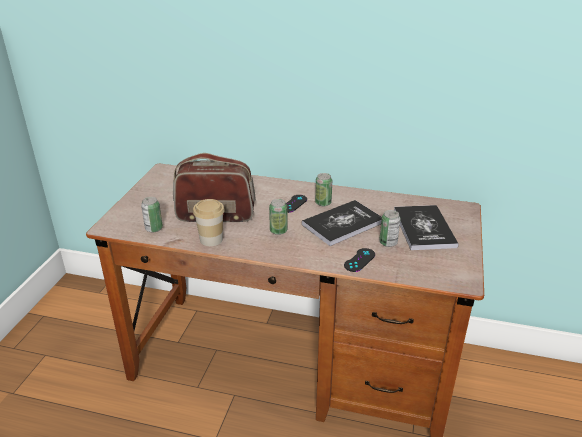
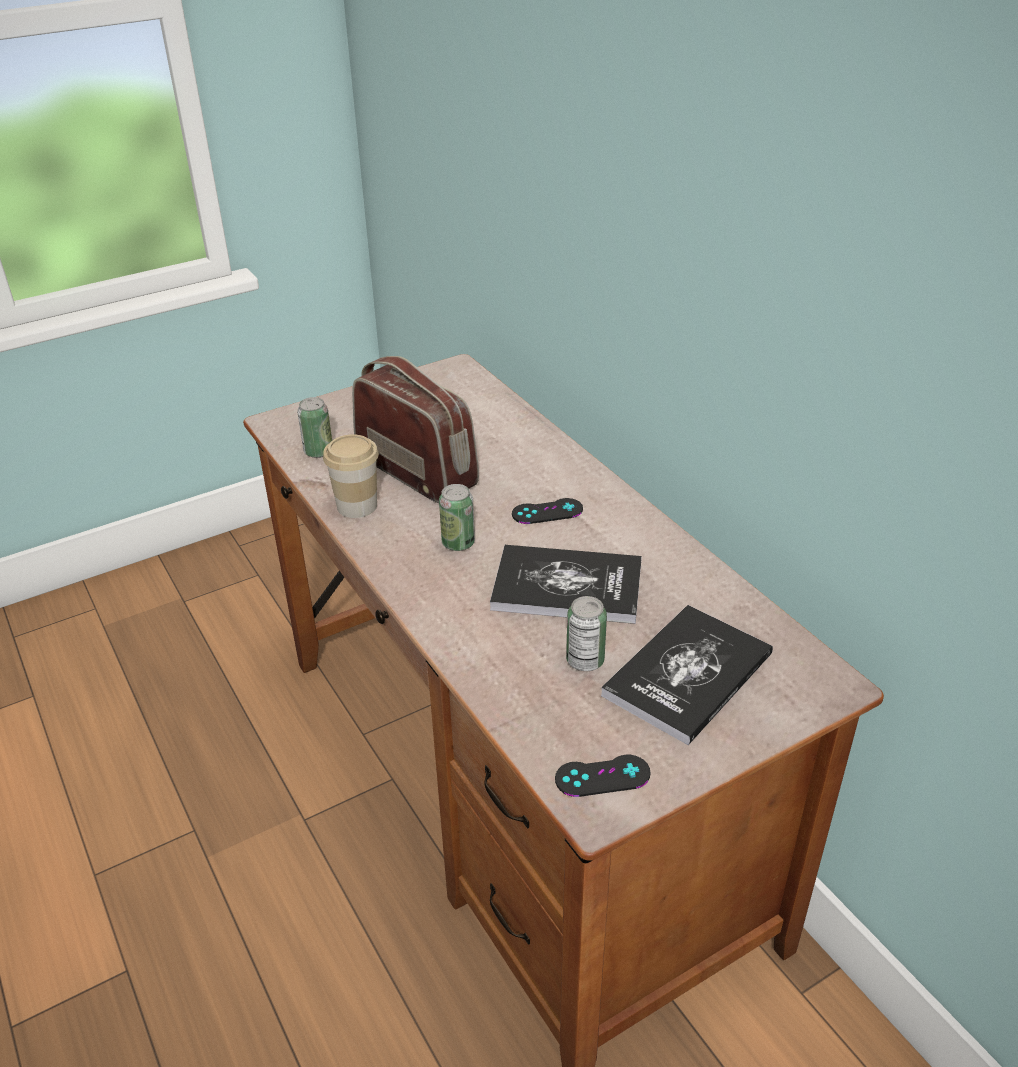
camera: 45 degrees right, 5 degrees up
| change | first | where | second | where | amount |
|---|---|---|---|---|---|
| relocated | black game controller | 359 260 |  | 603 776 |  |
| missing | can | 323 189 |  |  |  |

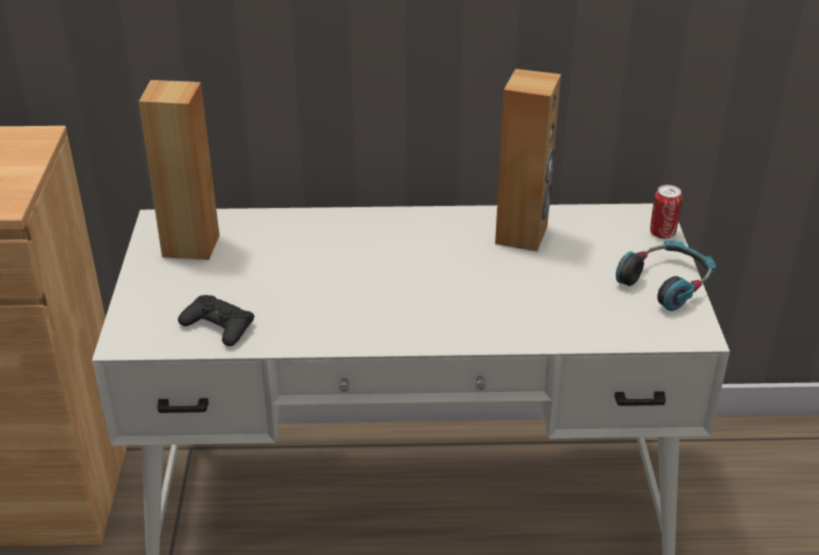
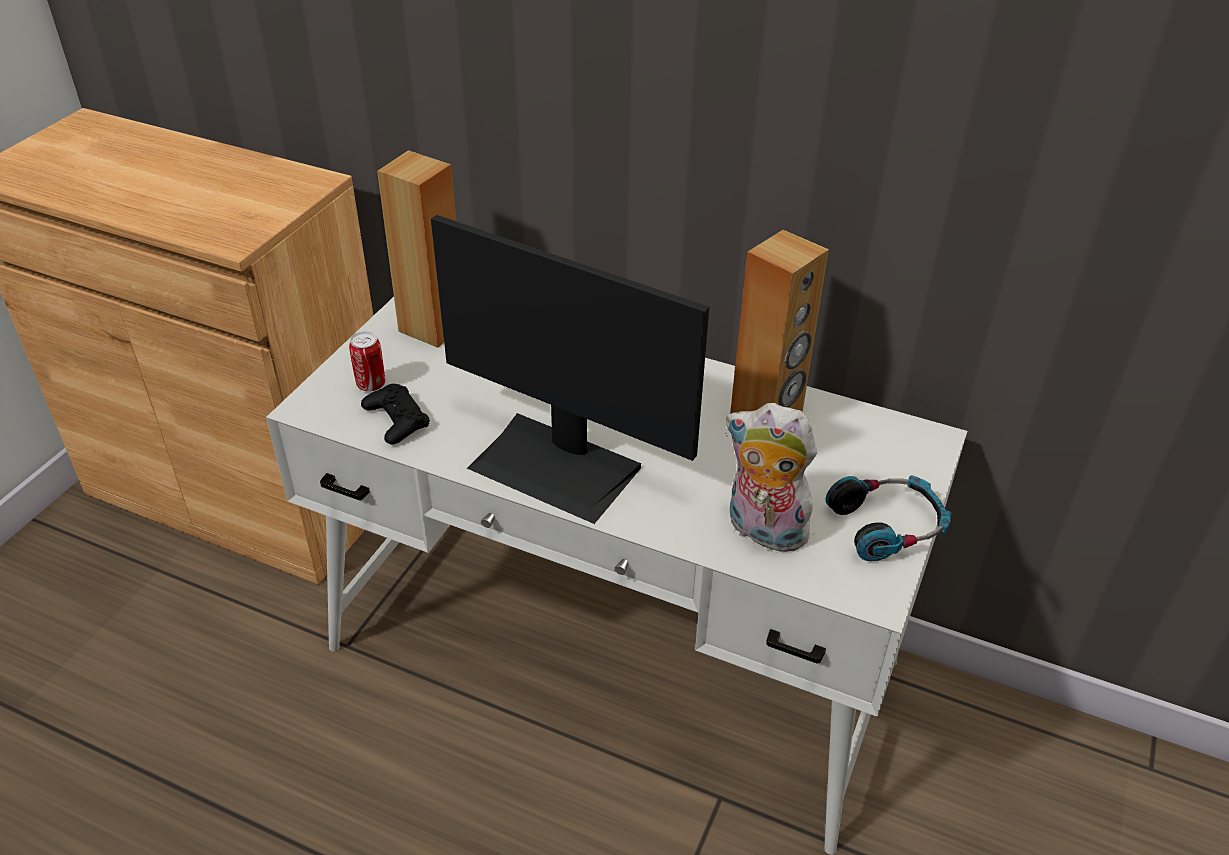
camera: 25 degrees right, 5 degrees up
| change | first | where | second | where | amount |
|---|---|---|---|---|---|
| relocated | can | 666 212 |  | 367 362 |  |
| appeared |  |  | monitor | 570 369 |  |
| appeared |  |  | plush toy | 772 477 |  |

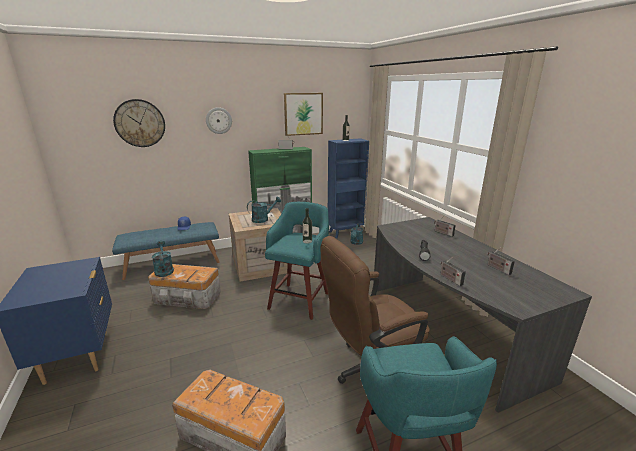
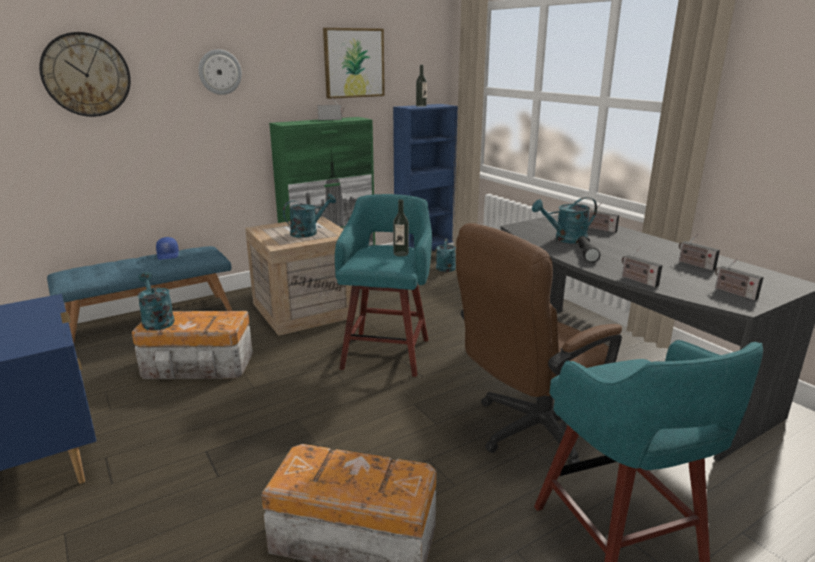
camera: 10 degrees left, 0 degrees up
| change | first | where | second | where | amount |
|---|---|---|---|---|---|
| appeared |  |  | turquoise watering can | 564 220 |  |
| appeared |  |  | radio | 739 279 |  |

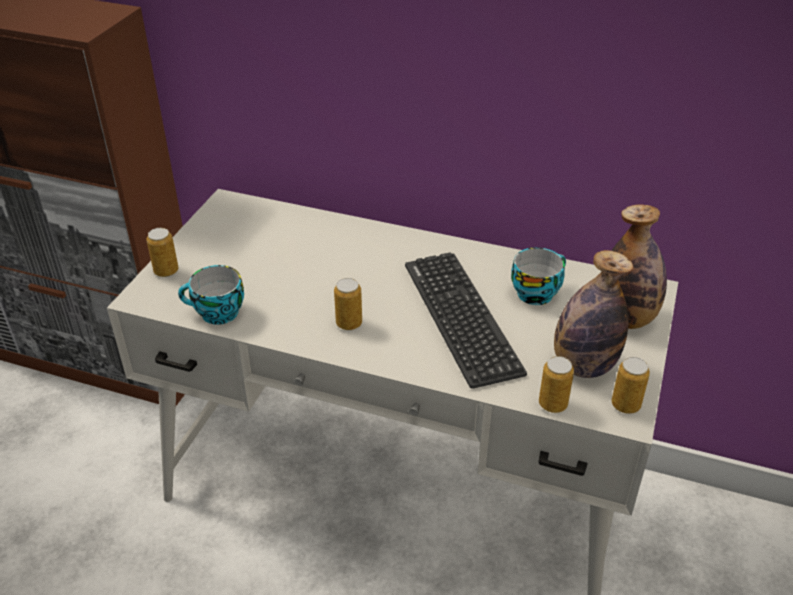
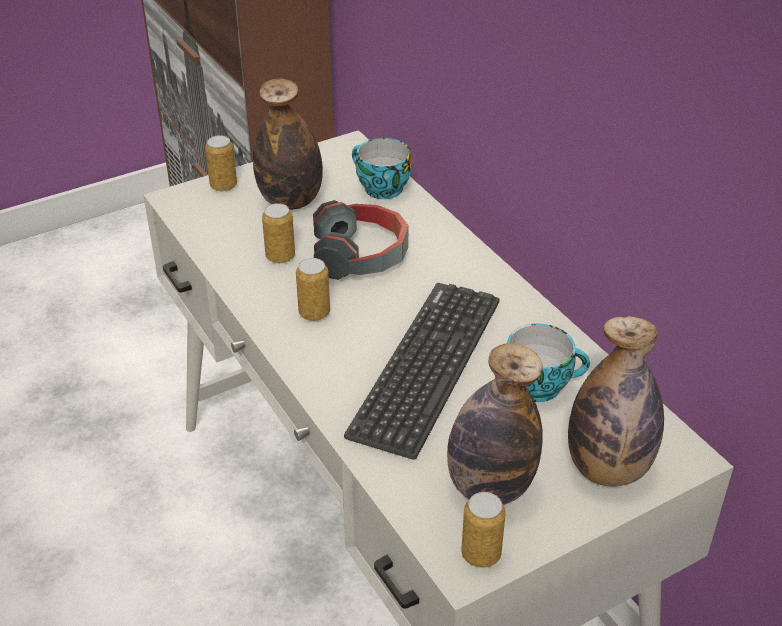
camera: 40 degrees right, 0 degrees up
| change | first | where | second | where | amount |
|---|---|---|---|---|---|
| appeared |  |  | bottle | 288 144 |  |
| relocated | can | 556 384 |  | 278 233 |  |
| appeared |  |  | headphones | 361 240 |  |
| relocated | cup | 211 295 |  | 382 168 |  |

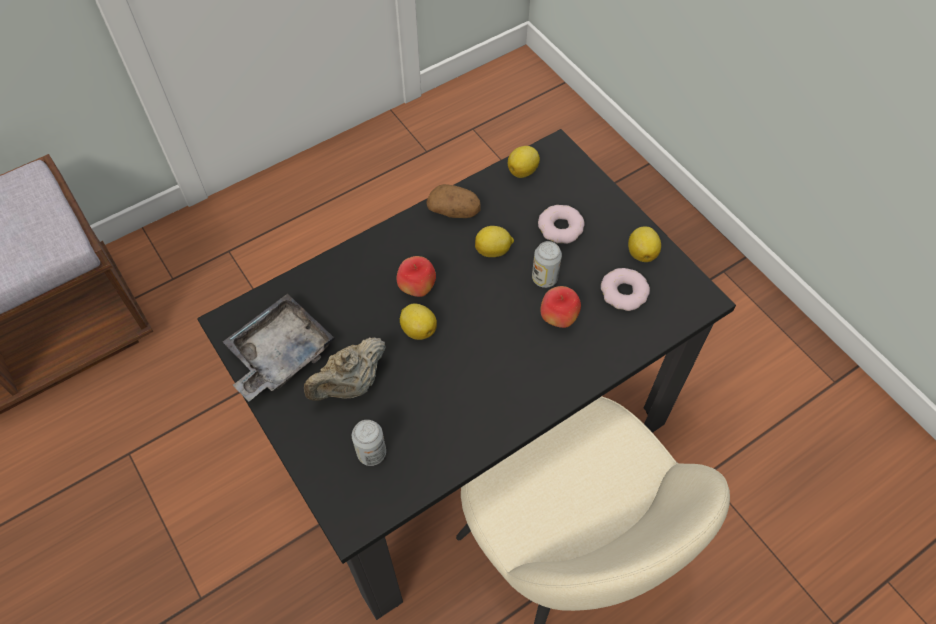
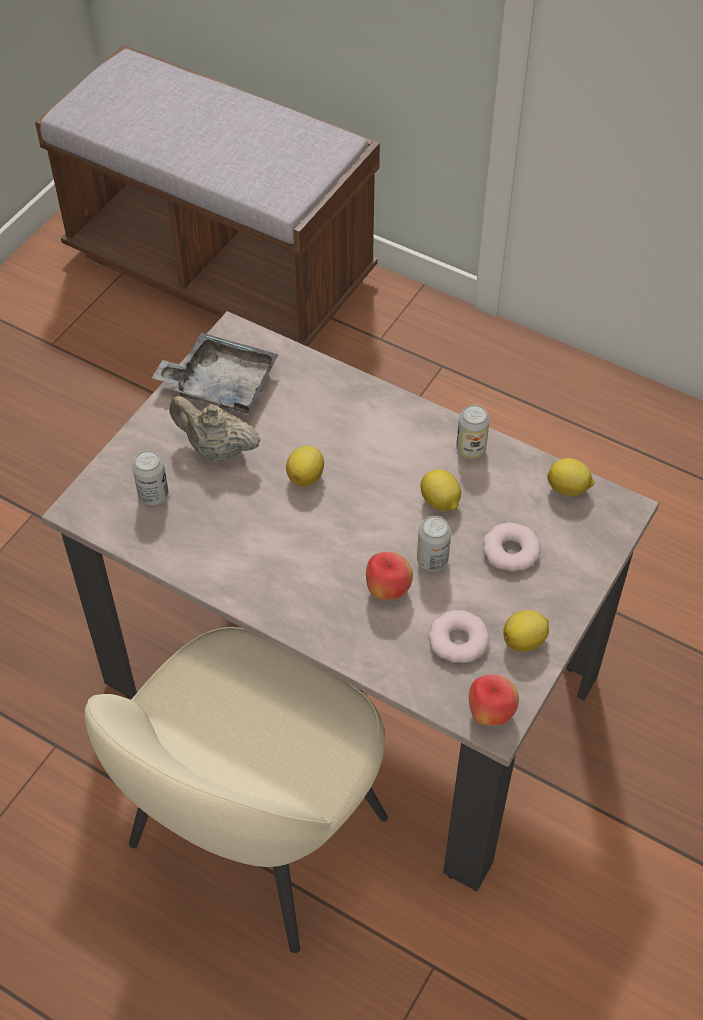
camera: 65 degrees right, 5 degrees down
| change | first | where | second | where | amount |
|---|---|---|---|---|---|
| colour | black dining table | 466 374 | beige dining table | 350 601 |  |
| exchanged | potato | 453 201 | can | 473 432 |  |
| relocated | apple | 416 276 |  | 494 700 |  |

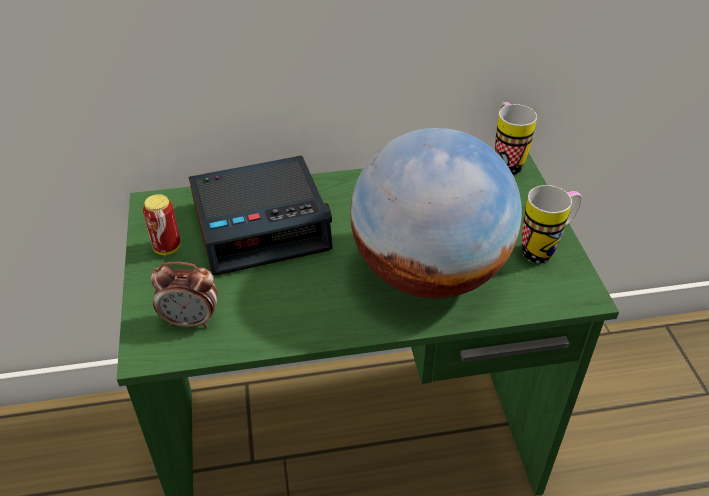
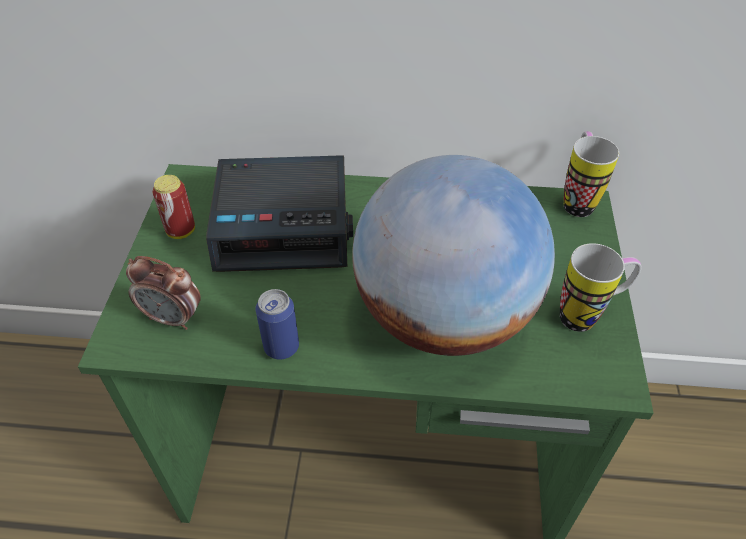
camera: 15 degrees right, 5 degrees up
| change | first | where | second | where | amount |
|---|---|---|---|---|---|
| appeared |  |  | can | 277 324 |  |

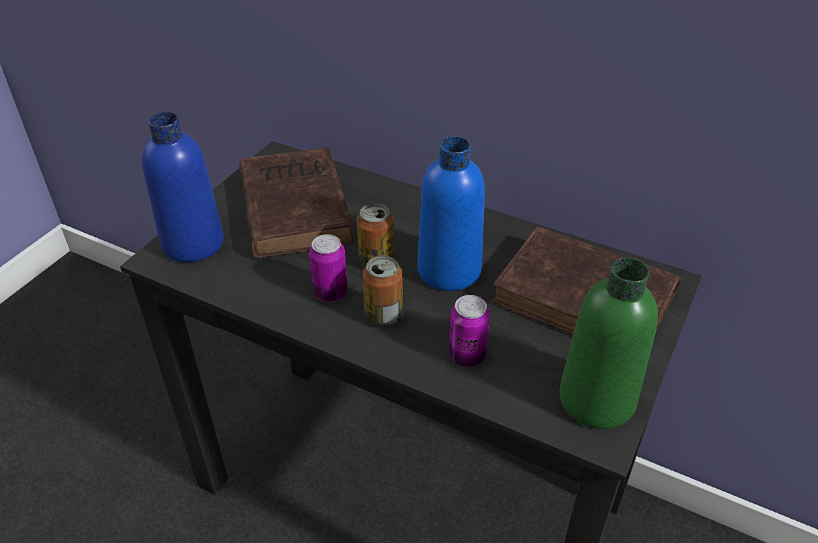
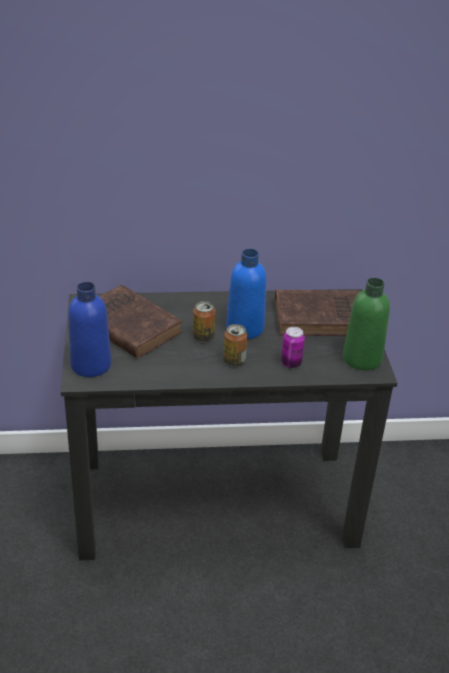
camera: 35 degrees left, 5 degrees down
| change | first | where | second | where | amount |
|---|---|---|---|---|---|
| missing | can | 328 268 |  |  |  |

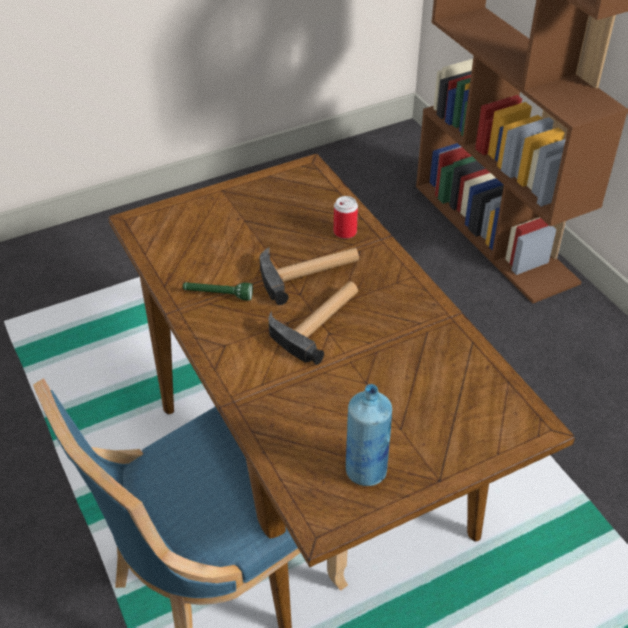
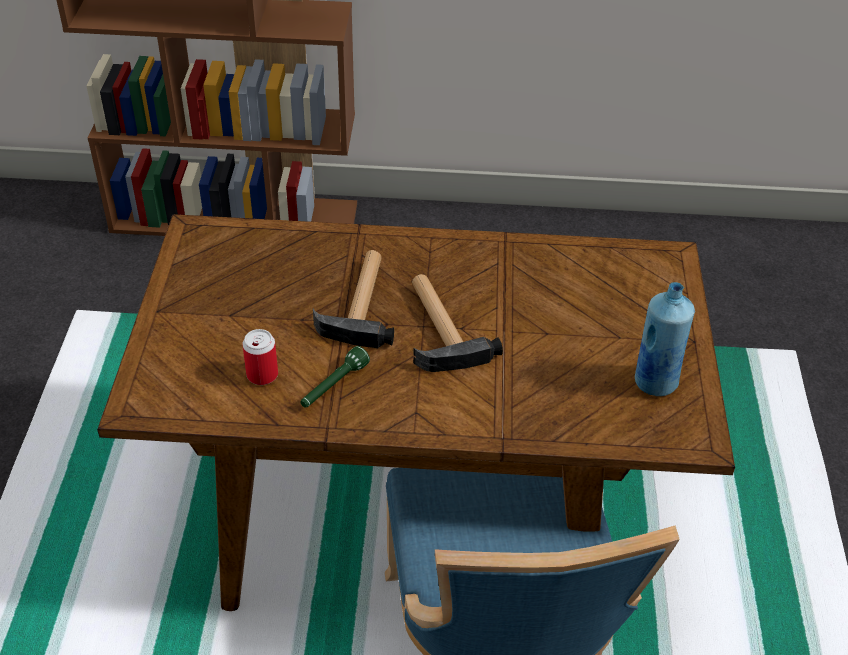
camera: 60 degrees left, 0 degrees up
| change | first | where | second | where | amount |
|---|---|---|---|---|---|
| relocated | can | 346 217 |  | 260 357 |  |

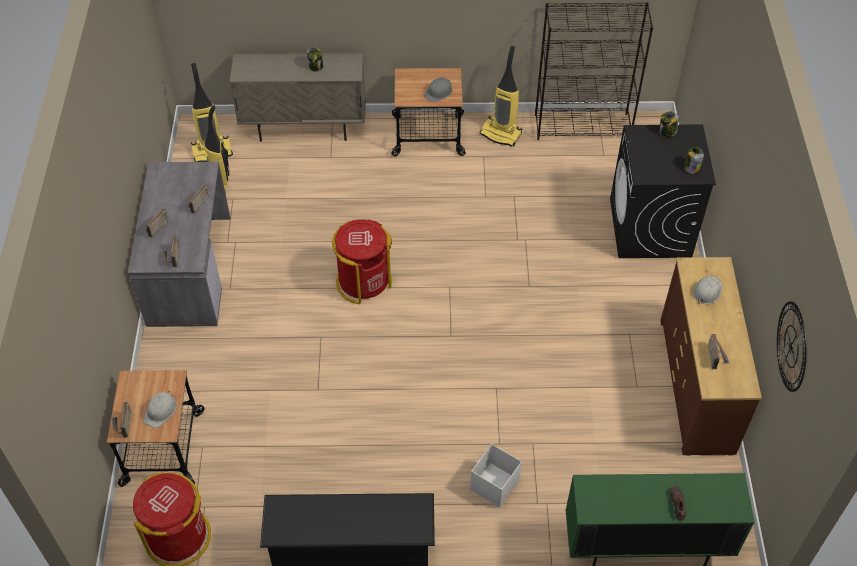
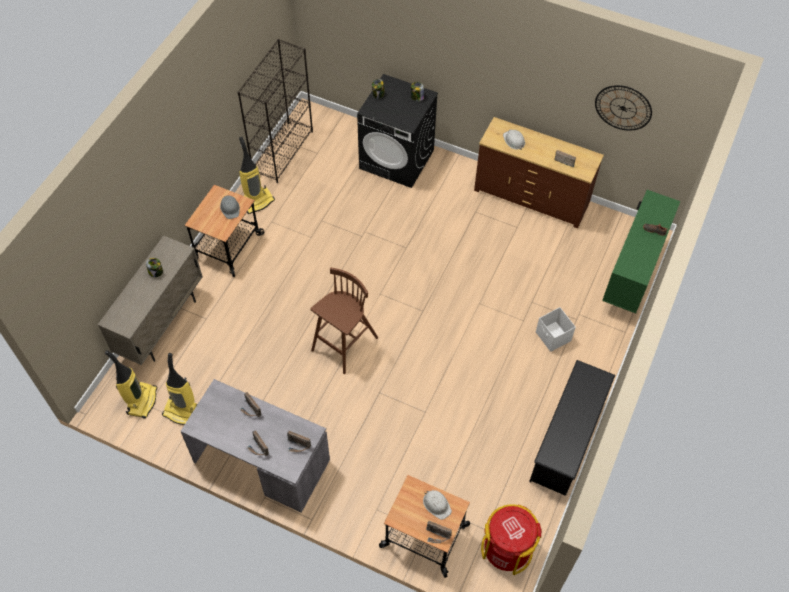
camera: 65 degrees left, 5 degrees up
| change | first | where | second | where | amount |
|---|---|---|---|---|---|
| exchanged | red trash can | 362 261 | brown stool | 344 321 |  |

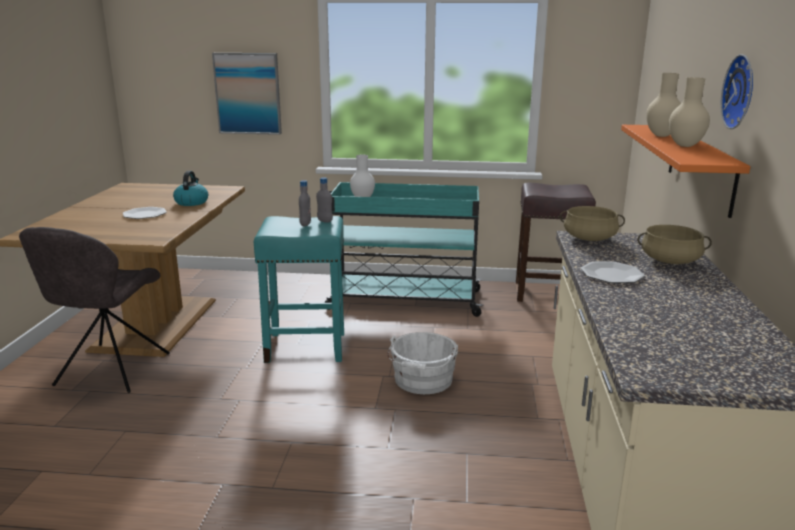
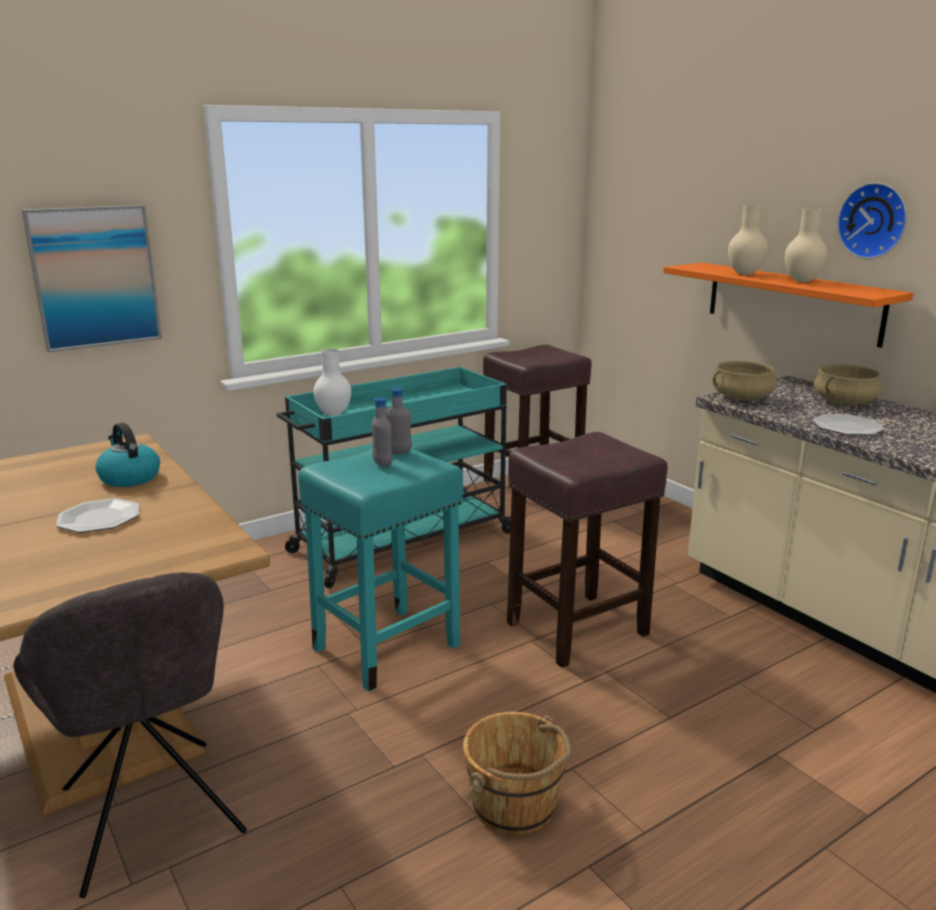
camera: 40 degrees left, 0 degrees up
| change | first | where | second | where | amount |
|---|---|---|---|---|---|
| appeared |  |  | brown bucket | 517 773 |  |
| exchanged | white bucket | 422 363 | brown stool | 587 550 |  |

